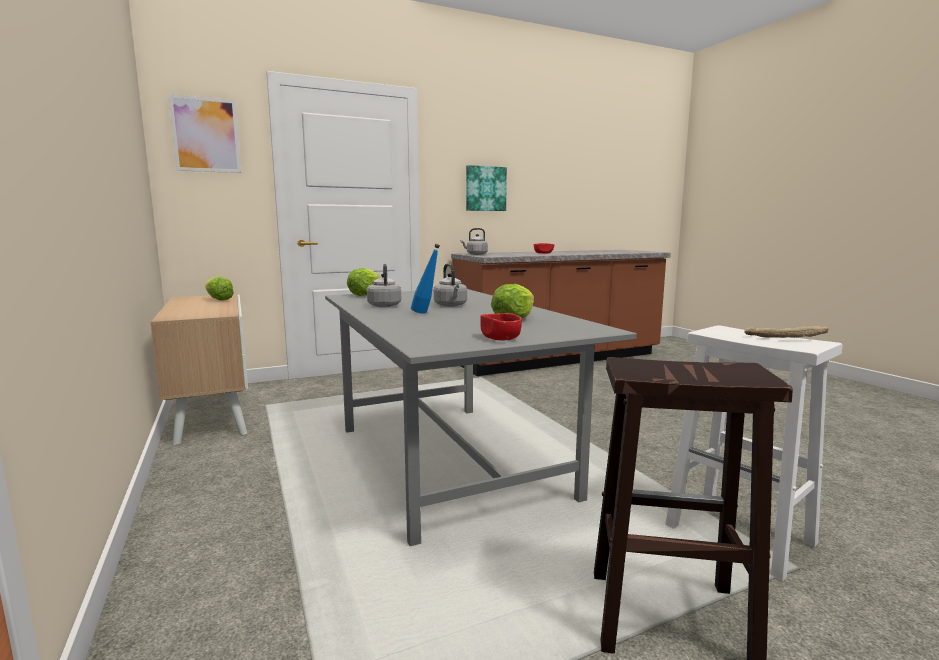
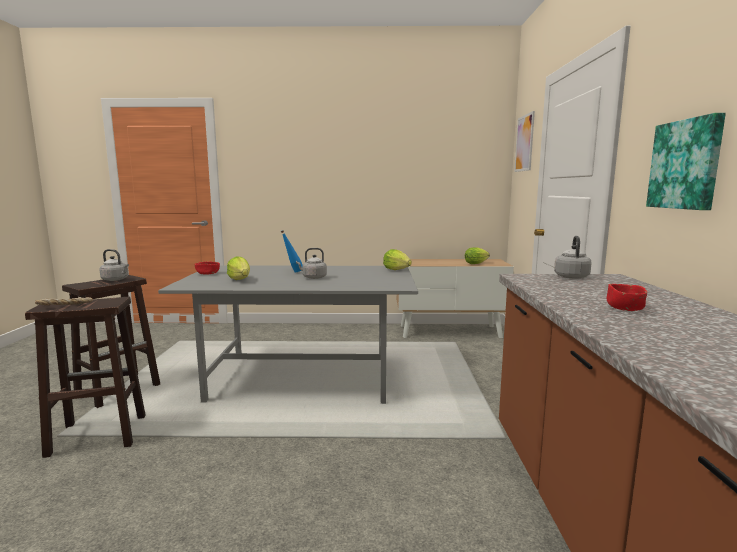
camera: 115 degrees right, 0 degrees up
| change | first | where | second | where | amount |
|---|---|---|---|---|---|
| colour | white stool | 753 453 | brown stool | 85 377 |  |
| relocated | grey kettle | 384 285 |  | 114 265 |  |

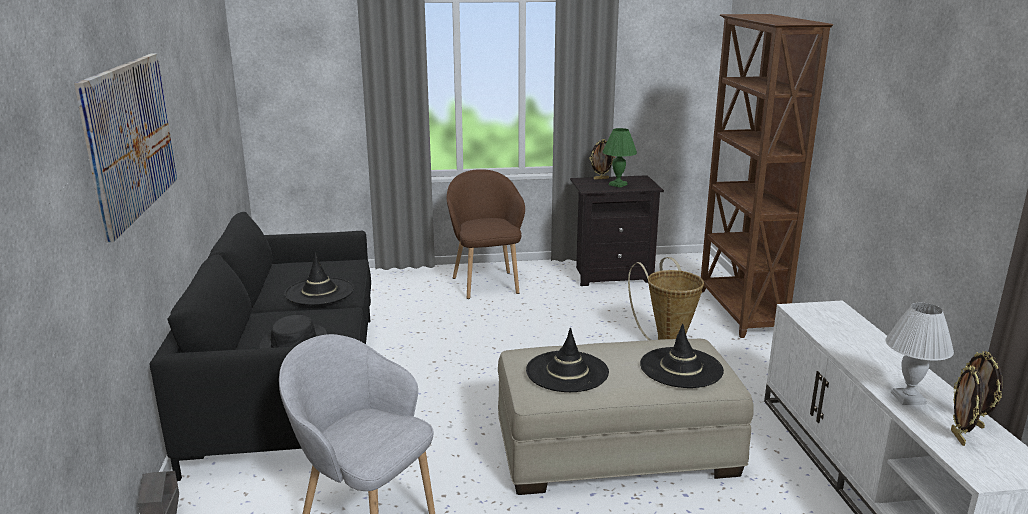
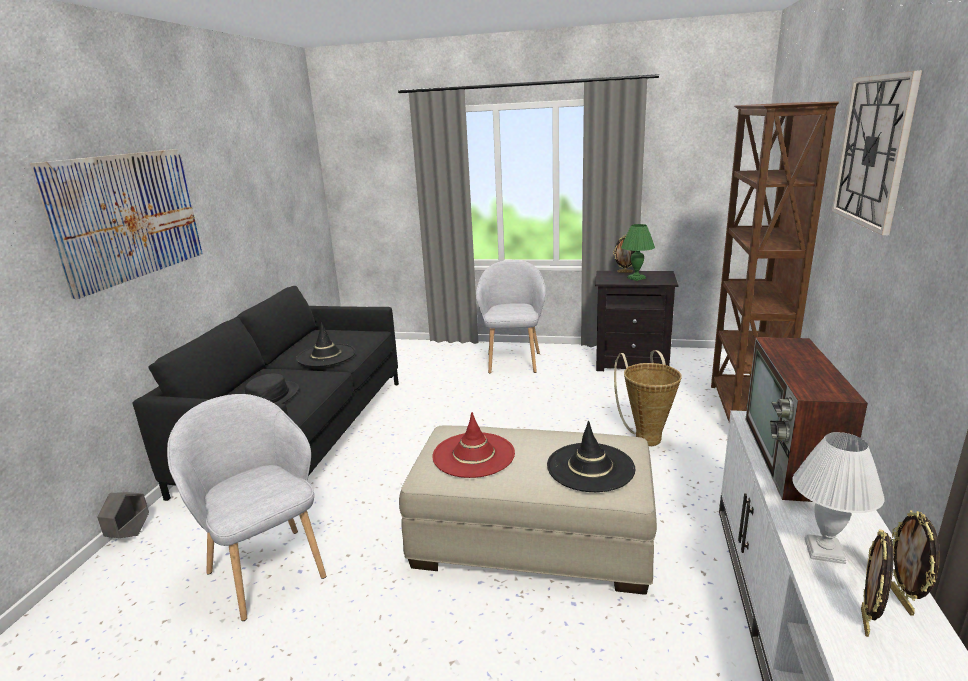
camera: 20 degrees right, 0 degrees up
| change | first | where | second | where | amount |
|---|---|---|---|---|---|
| colour | black hat | 567 359 | red hat | 473 445 |  |
| colour | brown armchair | 486 234 | grey armchair | 510 316 |  |
| appeared |  |  | television | 806 419 |  |
| appeared |  |  | wall clock | 877 152 |  |

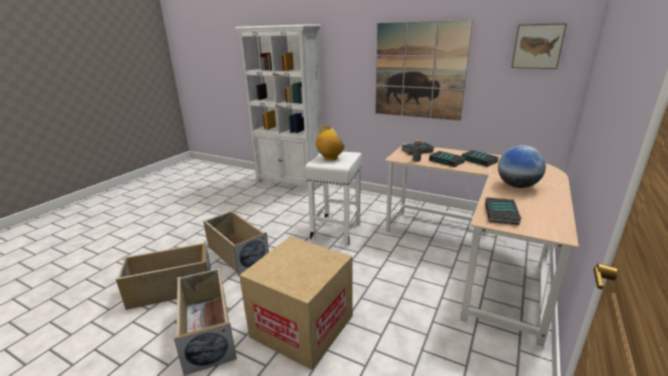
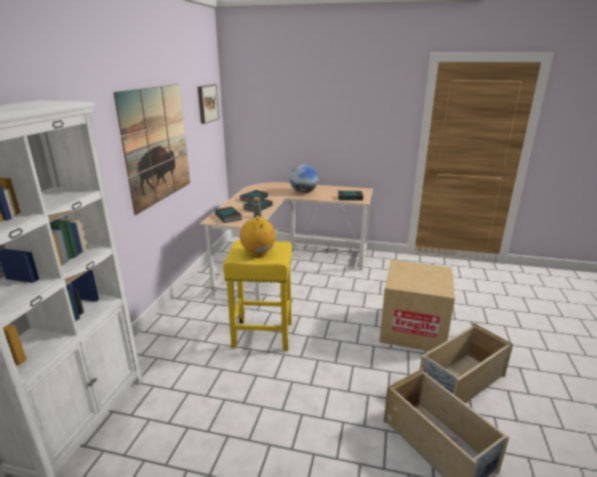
camera: 105 degrees left, 0 degrees up
| change | first | where | second | where | amount |
|---|---|---|---|---|---|
| colour | white stool | 333 199 | yellow stool | 257 295 |  |
| missing | beige storage box | 236 243 |  |  |  |

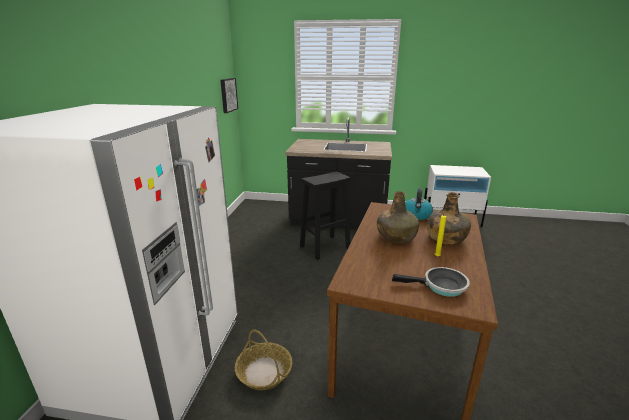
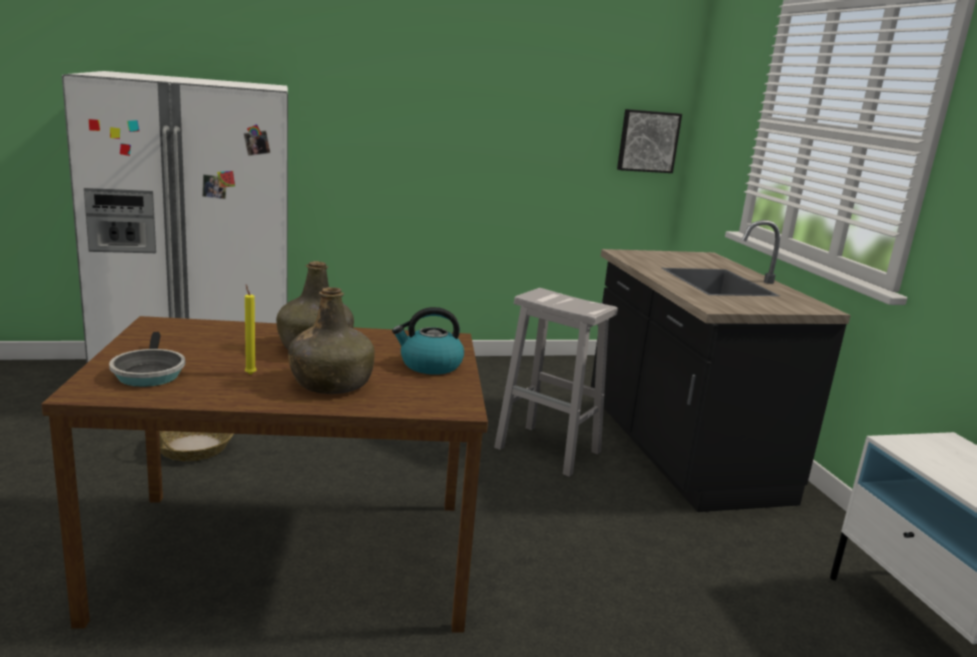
camera: 65 degrees right, 5 degrees down
| change | first | where | second | where | amount |
|---|---|---|---|---|---|
| colour | black stool | 325 216 | white stool | 556 382 |  |

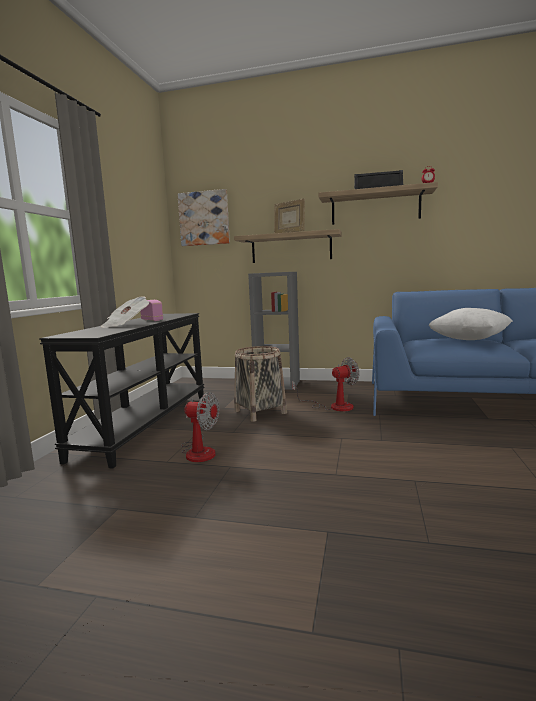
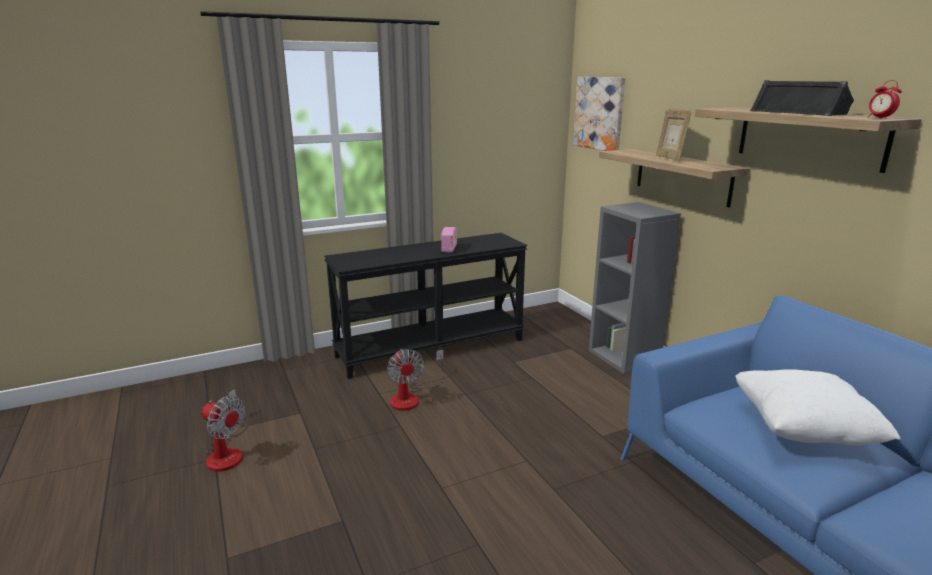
camera: 50 degrees right, 10 degrees up
| change | first | where | second | where | amount |
|---|---|---|---|---|---|
| relocated | fan | 326 384 |  | 224 430 |  |
| missing | newspaper | 124 312 |  |  |  |
| missing | basket | 260 384 |  |  |  |

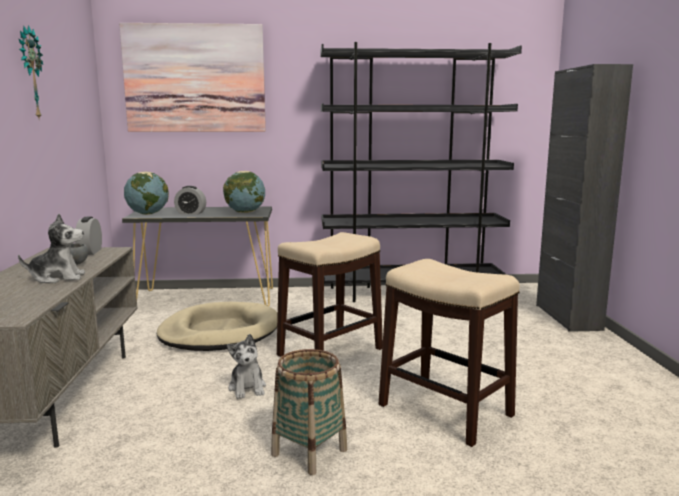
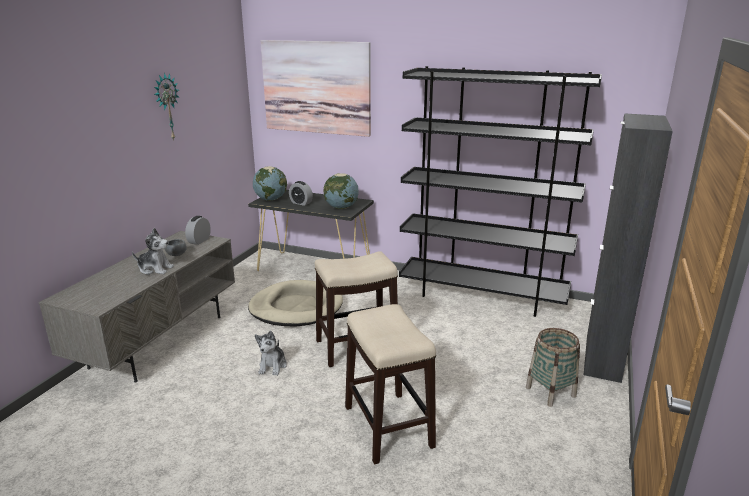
camera: 25 degrees right, 10 degrees up
| change | first | where | second | where | amount |
|---|---|---|---|---|---|
| relocated | basket | 309 412 |  | 553 367 |  |

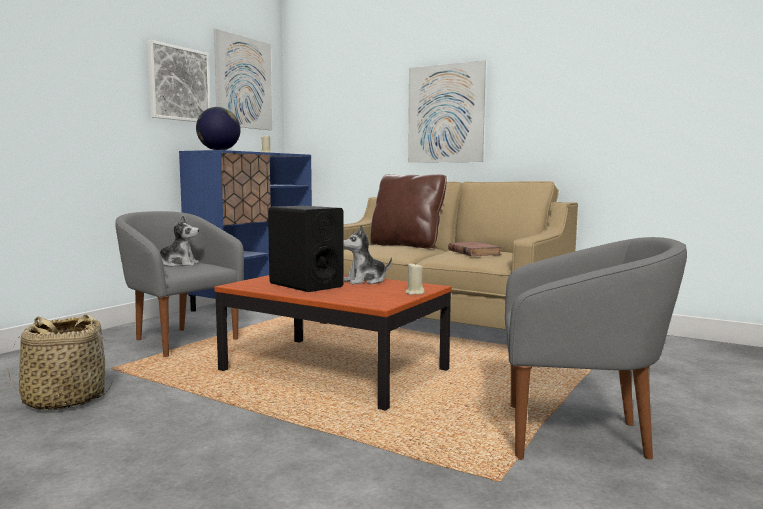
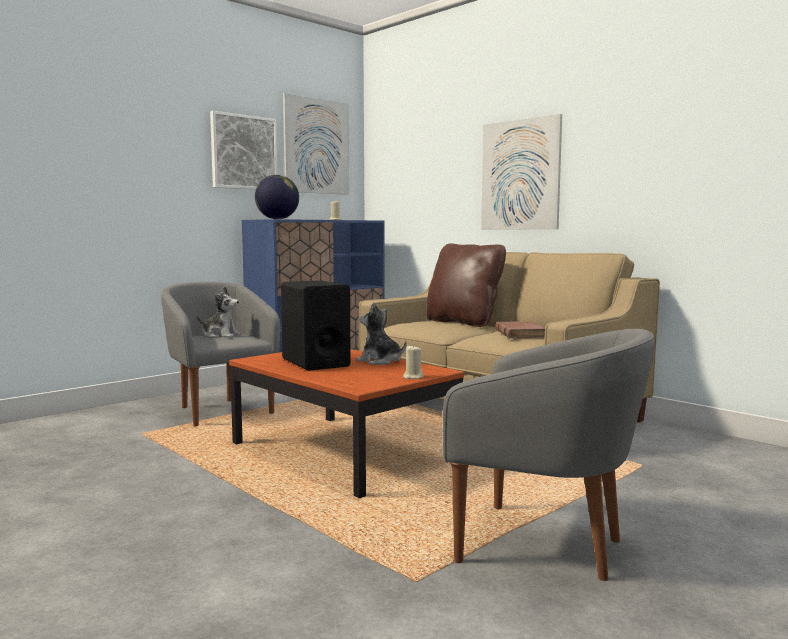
camera: 15 degrees right, 0 degrees up
| change | first | where | second | where | amount |
|---|---|---|---|---|---|
| spun | plush toy | 368 255 |  | 381 333 | 45 degrees clockwise |
| missing | basket | 60 362 |  |  |  |

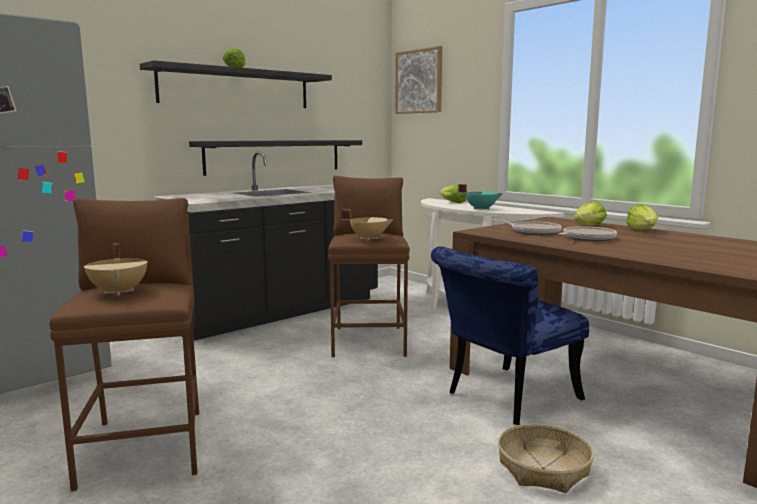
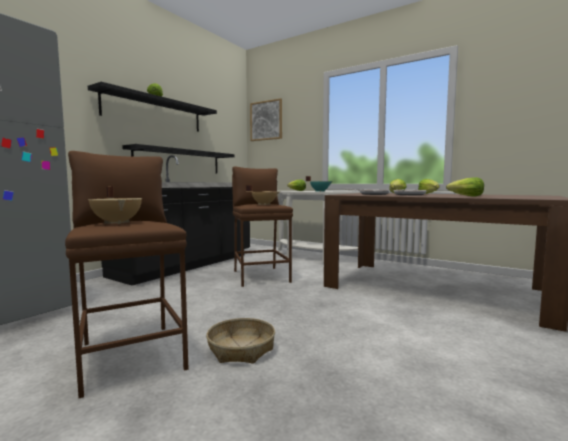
camera: 15 degrees left, 5 degrees down
| change | first | where | second | where | amount |
|---|---|---|---|---|---|
| relocated | basket | 546 458 |  | 240 340 |  |
| appeared |  |  | lettuce | 465 187 |  |
| missing | blue chair | 510 335 |  |  |  |

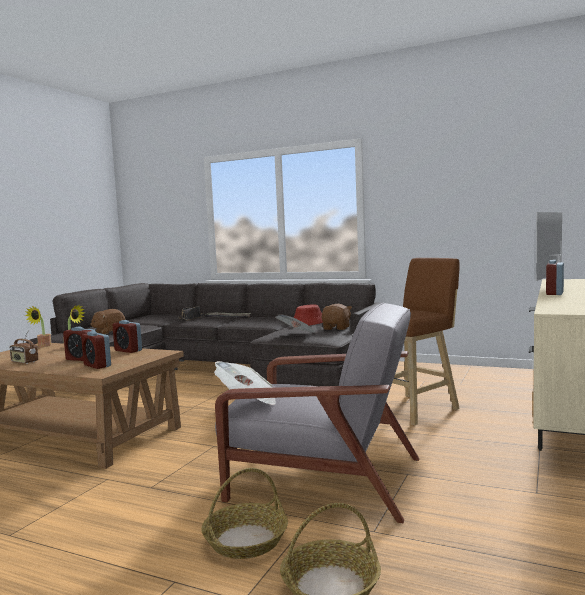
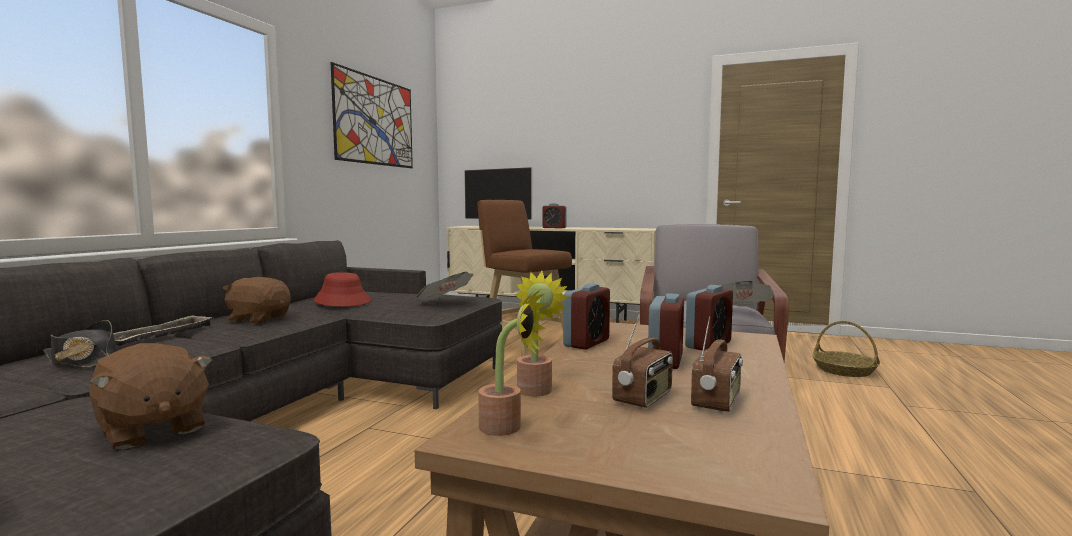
camera: 95 degrees left, 0 degrees up
| change | first | where | second | where | amount |
|---|---|---|---|---|---|
| relocated | brown plush toy | 336 317 |  | 257 300 |  |
| appeared |  |  | picture | 372 115 |  |
| appeared |  |  | radio | 642 361 |  |
| missing | basket | 244 513 |  |  |  |

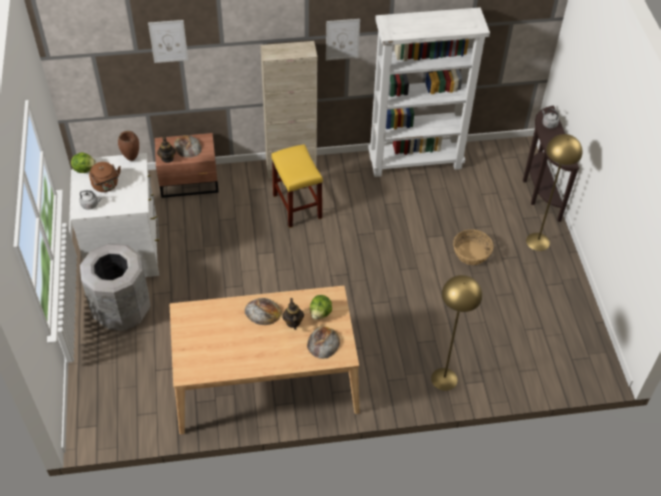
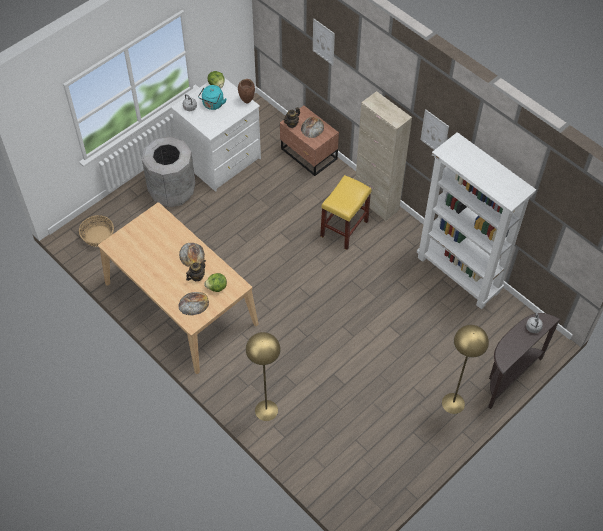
camera: 55 degrees right, 5 degrees up
| change | first | where | second | where | amount |
|---|---|---|---|---|---|
| relocated | basket | 473 247 |  | 96 231 |  |
| colour | brown kettle | 105 177 | turquoise kettle | 212 97 |  |

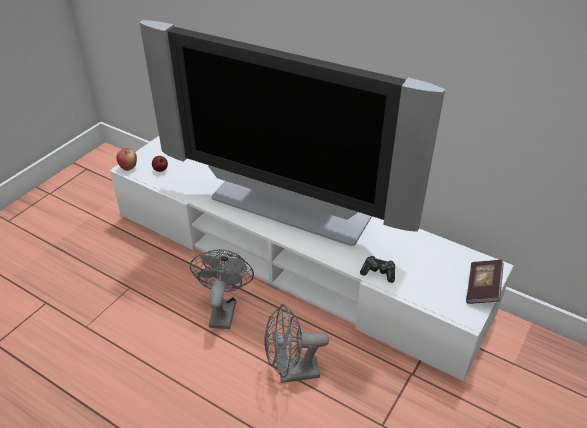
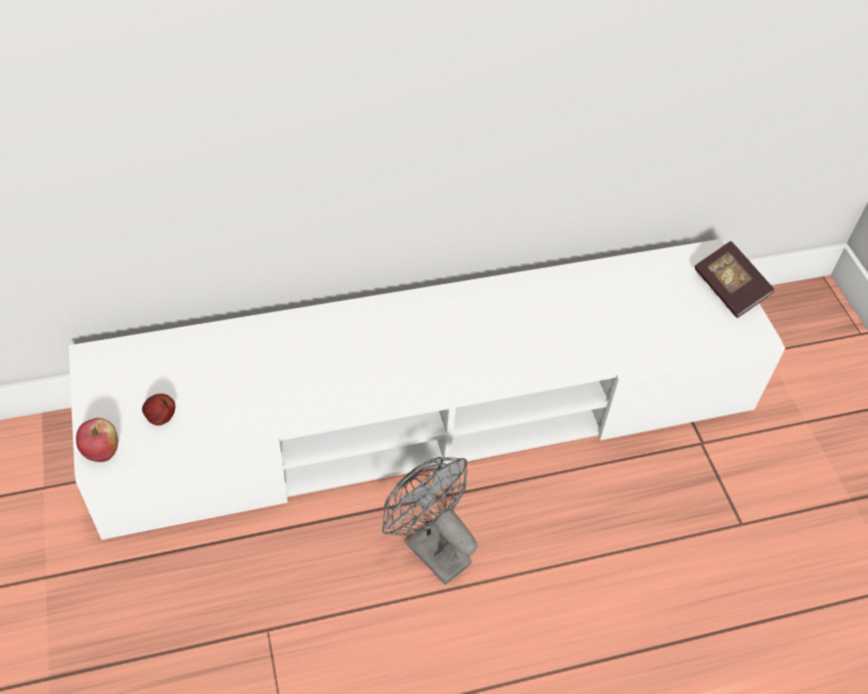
camera: 50 degrees left, 10 degrees up
| change | first | where | second | where | amount |
|---|---|---|---|---|---|
| missing | television | 292 133 |  |  |  |
| missing | grey fan | 296 343 |  |  |  |
| missing | game controller | 377 269 |  |  |  |

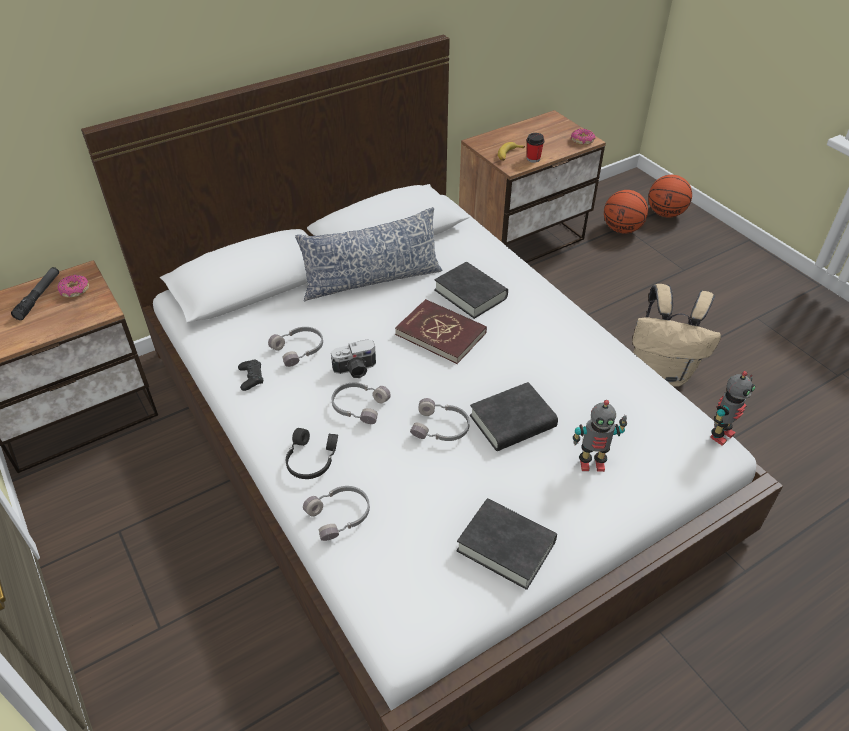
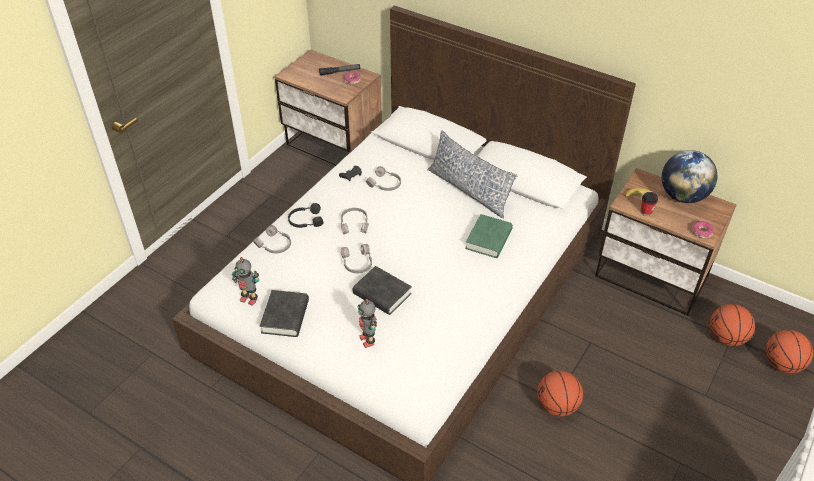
camera: 65 degrees right, 0 degrees up
| change | first | where | second | where | amount |
|---|---|---|---|---|---|
| relocated | toy robot | 732 408 |  | 245 281 |  |
| colour | black book | 471 290 | green book | 489 236 |  |
| exchanged | beige backpack | 676 335 | basketball | 560 394 |  |
| appeared |  |  | globe | 689 176 |  |
| missing | photo camera | 353 358 |  |  |  |
| missing | red book | 441 331 |  |  |  |

